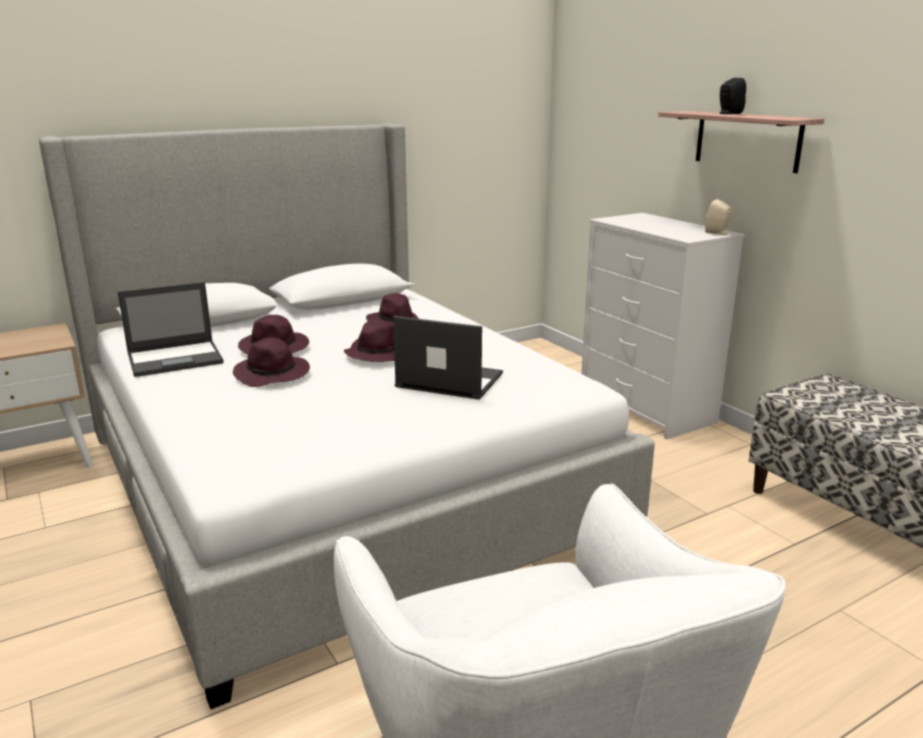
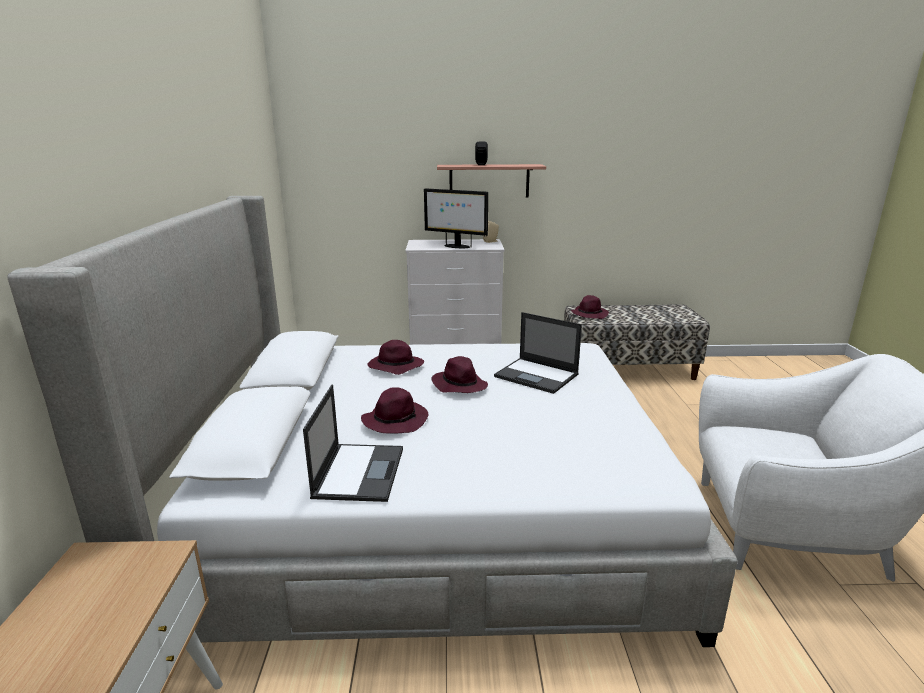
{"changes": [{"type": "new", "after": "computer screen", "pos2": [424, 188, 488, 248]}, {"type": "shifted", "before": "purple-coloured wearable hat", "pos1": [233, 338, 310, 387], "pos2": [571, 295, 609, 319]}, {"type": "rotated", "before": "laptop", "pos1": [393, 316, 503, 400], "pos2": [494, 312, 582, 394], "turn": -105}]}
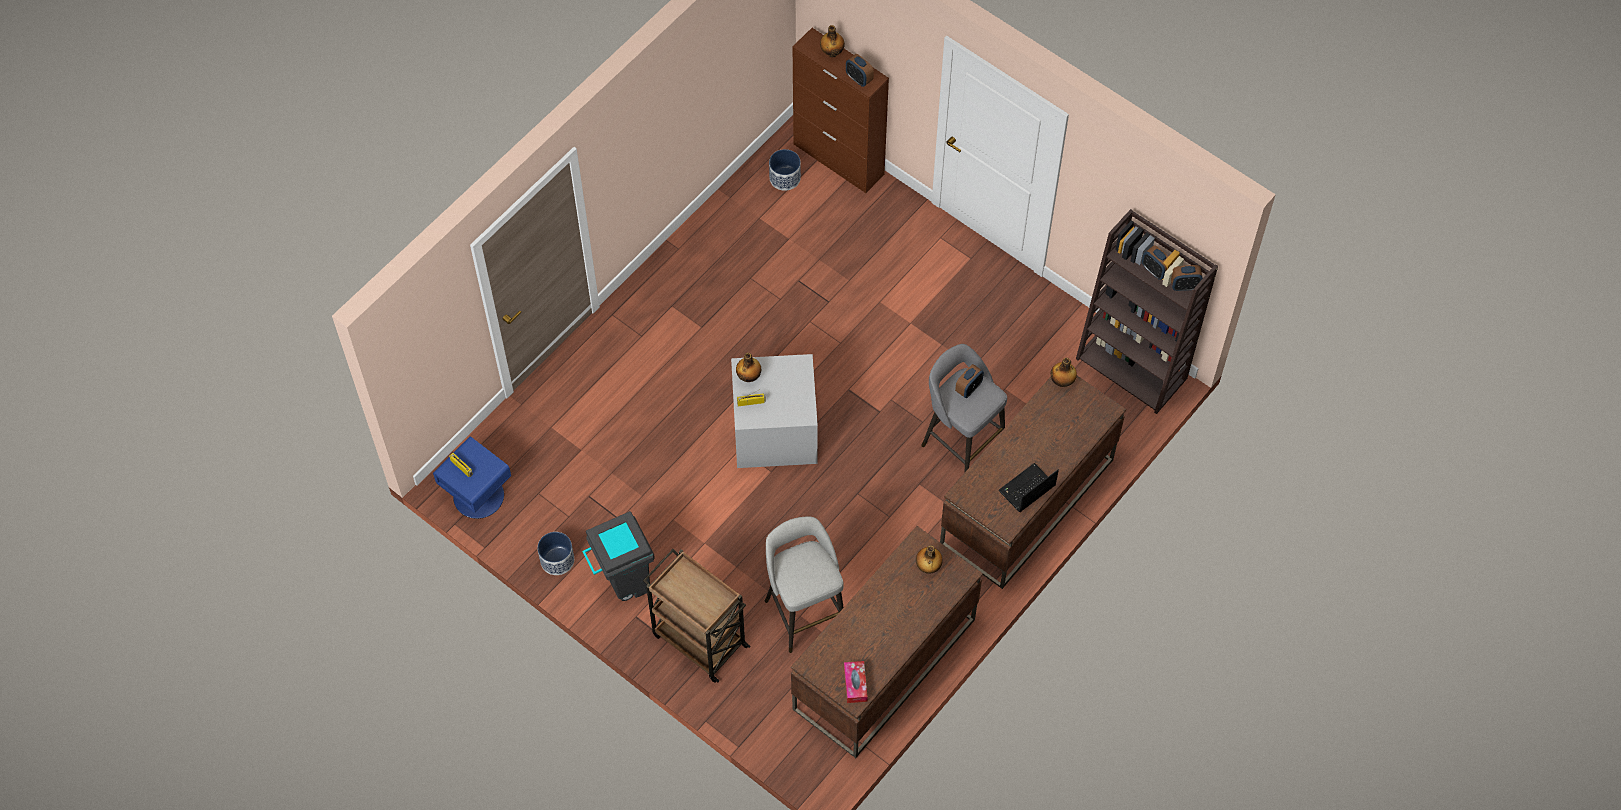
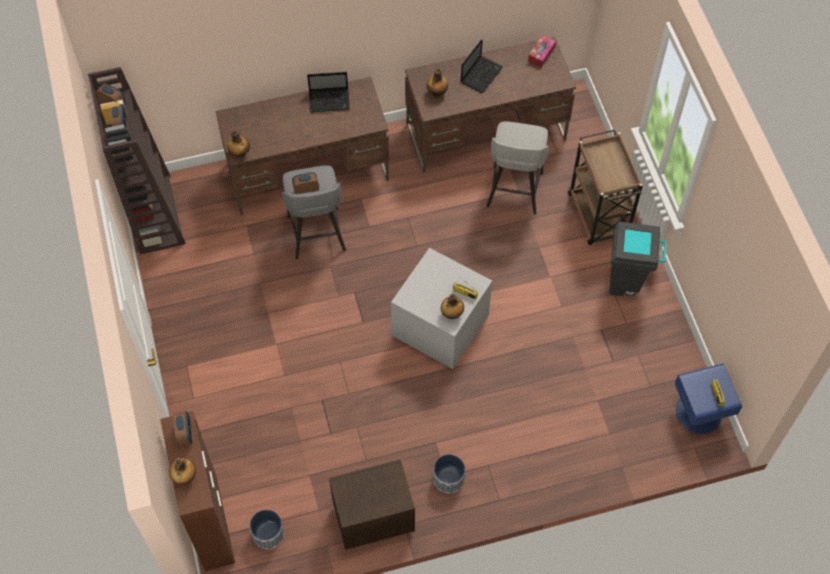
{"changes": [{"type": "new", "after": "brownish night table", "pos2": [329, 459, 415, 550]}, {"type": "new", "after": "laptop", "pos2": [461, 39, 503, 93]}, {"type": "shifted", "before": "planter", "pos1": [537, 532, 574, 575], "pos2": [433, 454, 465, 493]}]}
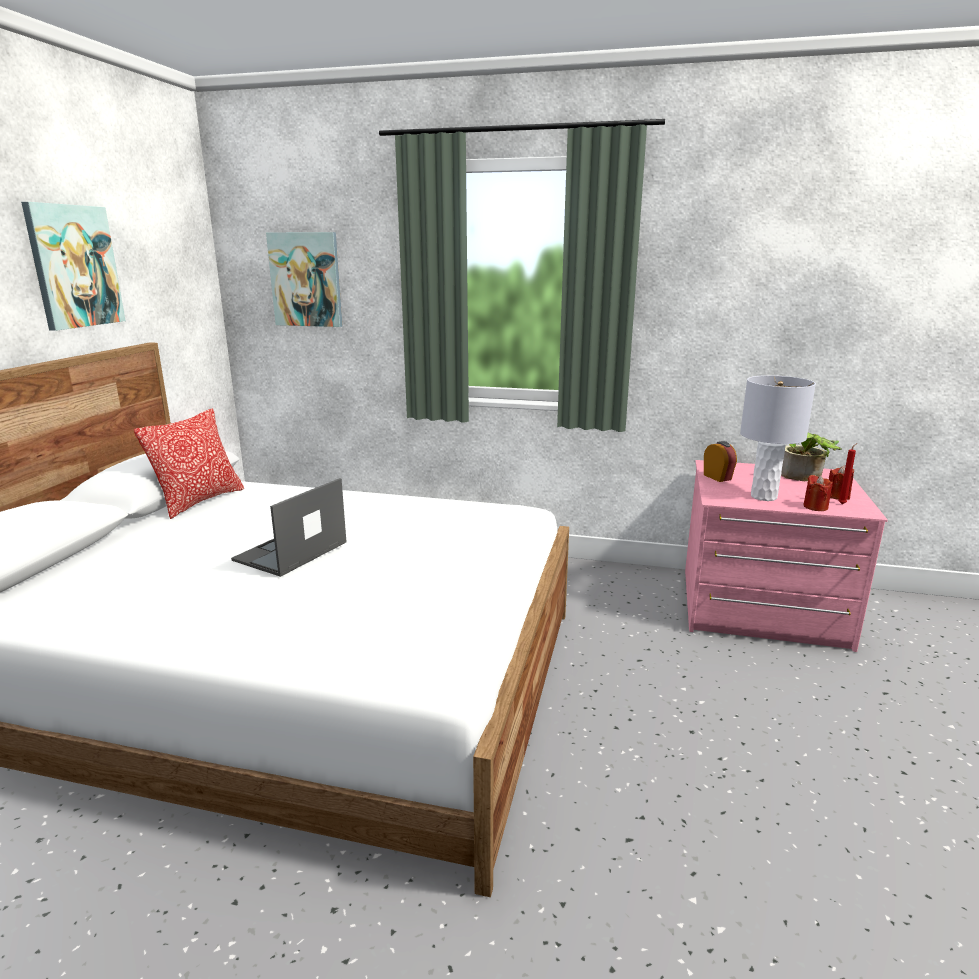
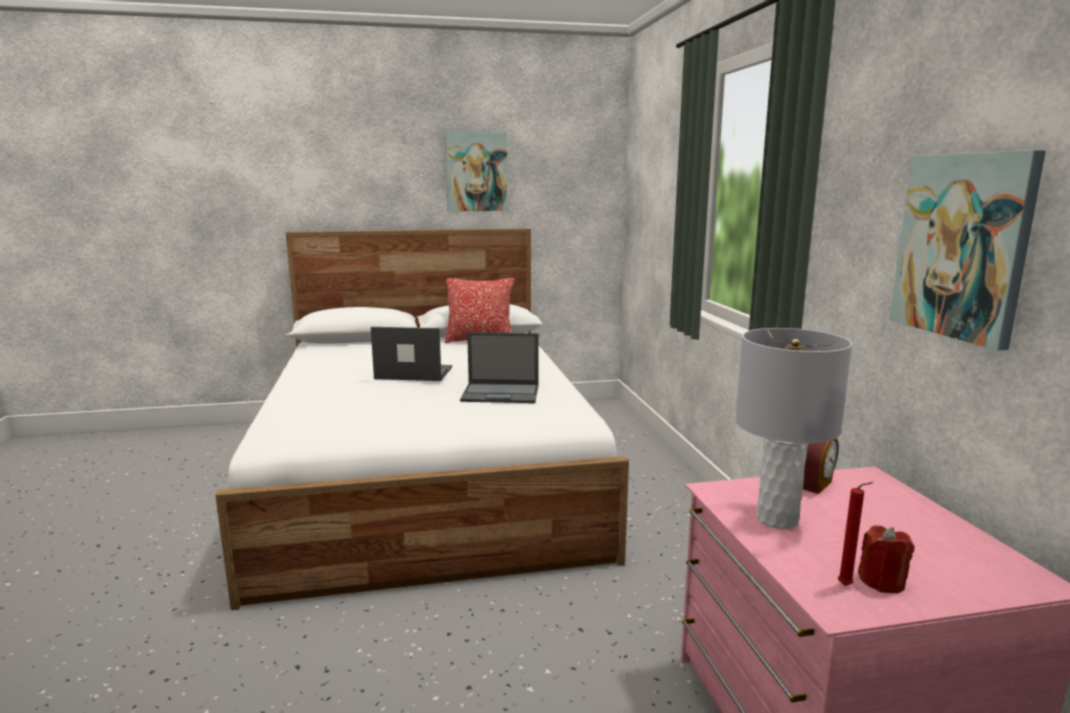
{"changes": [{"type": "gone", "before": "houseplant", "pos1": [781, 432, 842, 481]}, {"type": "gone", "before": "reddish candle", "pos1": [803, 475, 833, 511]}, {"type": "new", "after": "laptop", "pos2": [460, 332, 539, 403]}, {"type": "shifted", "before": "wall picture", "pos1": [266, 232, 342, 327], "pos2": [890, 150, 1046, 350]}]}
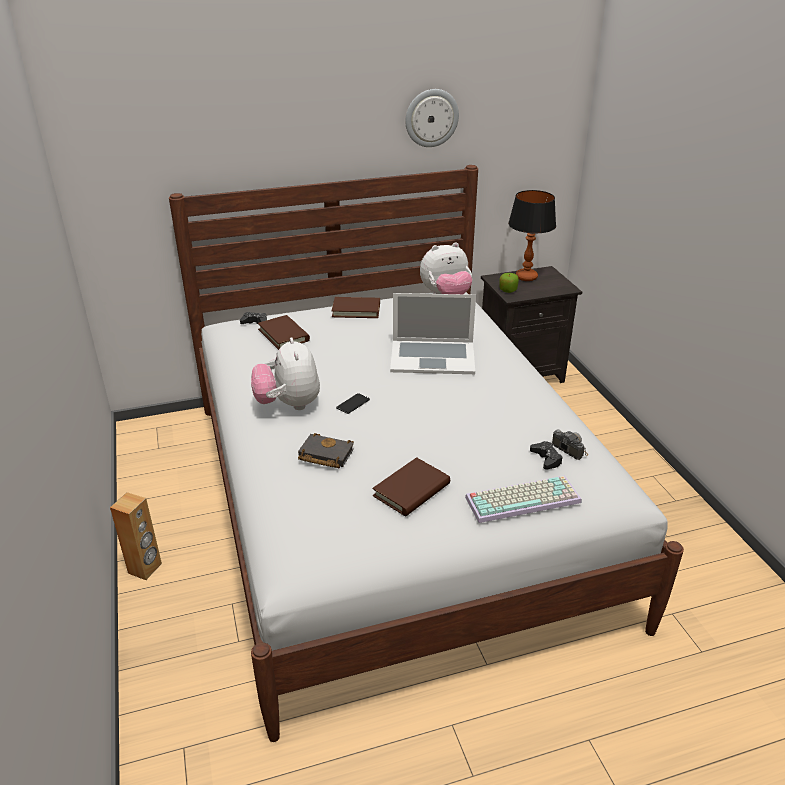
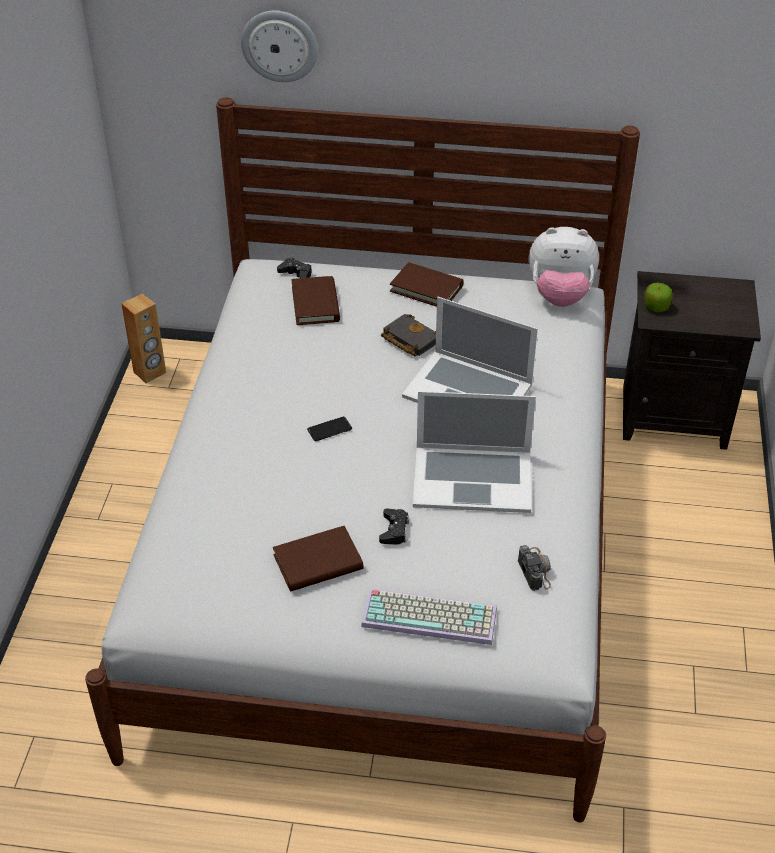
{"changes": [{"type": "gone", "before": "soft toy", "pos1": [251, 337, 320, 410]}, {"type": "gone", "before": "tabletop lamp", "pos1": [508, 190, 556, 281]}, {"type": "new", "after": "laptop", "pos2": [413, 391, 536, 513]}, {"type": "shifted", "before": "brownish loudspeaker", "pos1": [110, 492, 162, 580], "pos2": [121, 294, 166, 383]}, {"type": "shifted", "before": "black-coloured bound book", "pos1": [298, 433, 354, 468], "pos2": [381, 314, 436, 356]}, {"type": "shifted", "before": "wall clock", "pos1": [405, 89, 459, 147], "pos2": [241, 11, 318, 82]}, {"type": "shifted", "before": "black-coloured joypad", "pos1": [530, 441, 563, 470], "pos2": [379, 508, 409, 545]}]}
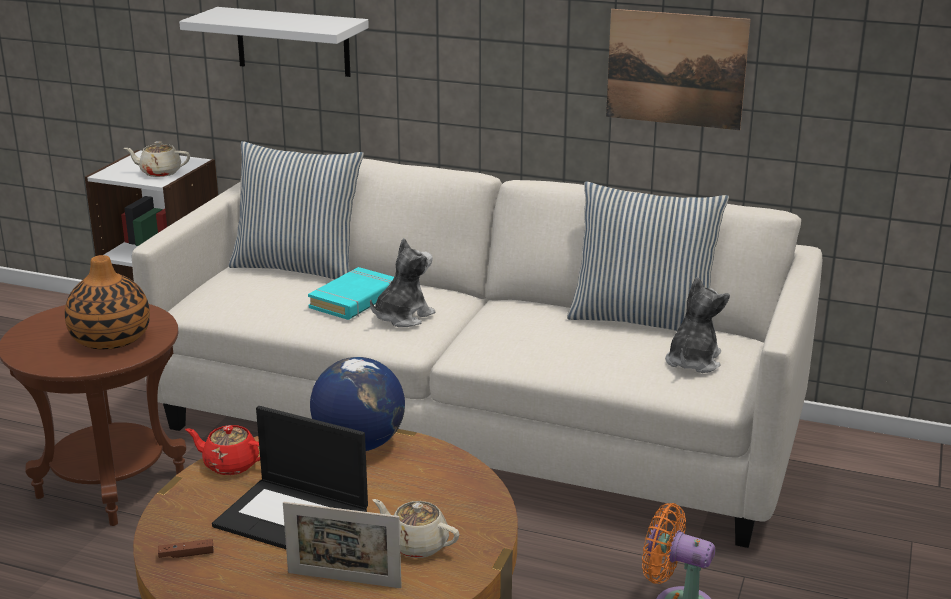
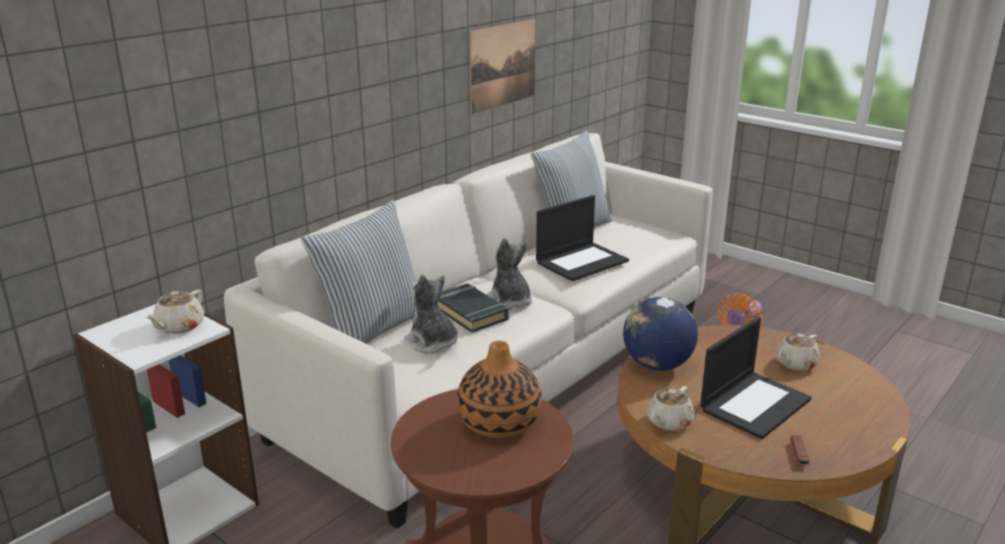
{"changes": [{"type": "gone", "before": "white-coloured wall shelf", "pos1": [179, 7, 369, 77]}, {"type": "gone", "before": "photo frame", "pos1": [283, 502, 402, 588]}, {"type": "new", "after": "laptop", "pos2": [536, 195, 629, 281]}, {"type": "shifted", "before": "soft toy", "pos1": [665, 277, 730, 373], "pos2": [404, 274, 458, 354]}, {"type": "repainted", "before": "reddish tea pot", "after": "beige tea pot", "pos1": [185, 425, 260, 475], "pos2": [647, 386, 695, 431]}, {"type": "repainted", "before": "turquoise bound book", "after": "black-coloured bound book", "pos1": [308, 267, 394, 320], "pos2": [437, 284, 509, 333]}]}
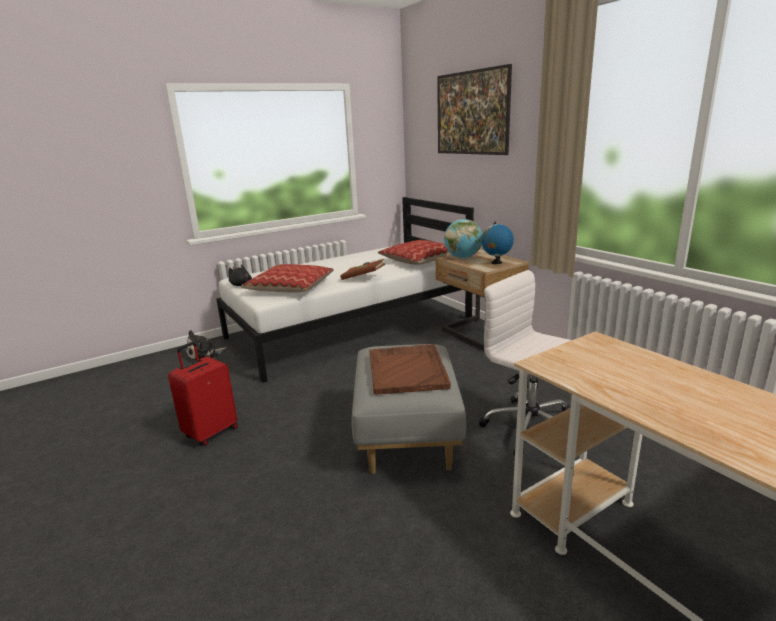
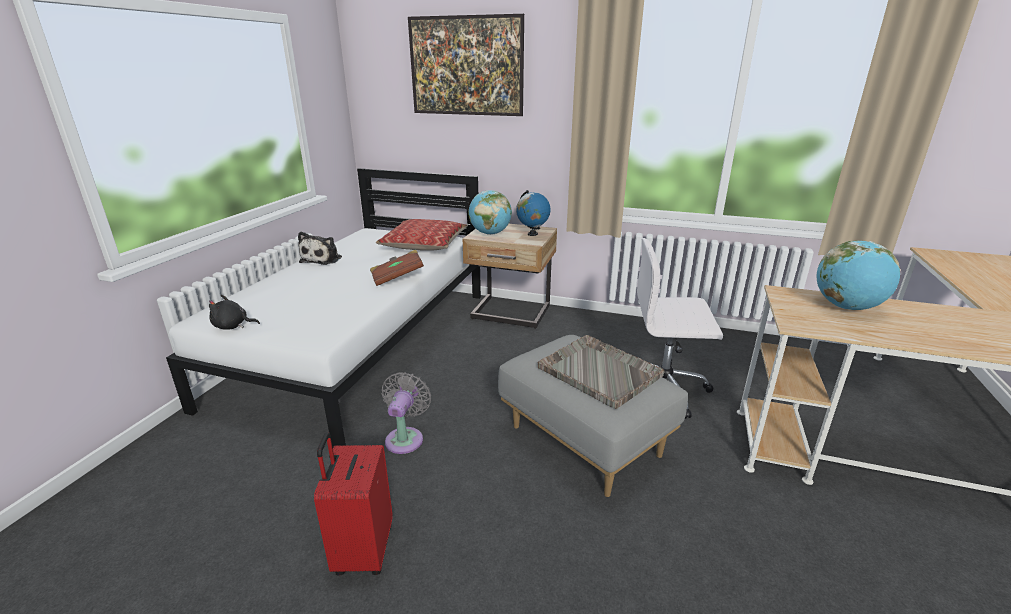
{"changes": [{"type": "gone", "before": "throw pillow", "pos1": [241, 264, 334, 293]}, {"type": "new", "after": "gray electric fan", "pos2": [382, 372, 431, 454]}, {"type": "new", "after": "globe", "pos2": [817, 241, 900, 310]}, {"type": "shifted", "before": "soft toy", "pos1": [186, 330, 227, 362], "pos2": [298, 232, 342, 265]}, {"type": "repainted", "before": "brownish tray", "after": "gray tray", "pos1": [369, 344, 451, 395], "pos2": [538, 335, 665, 409]}]}
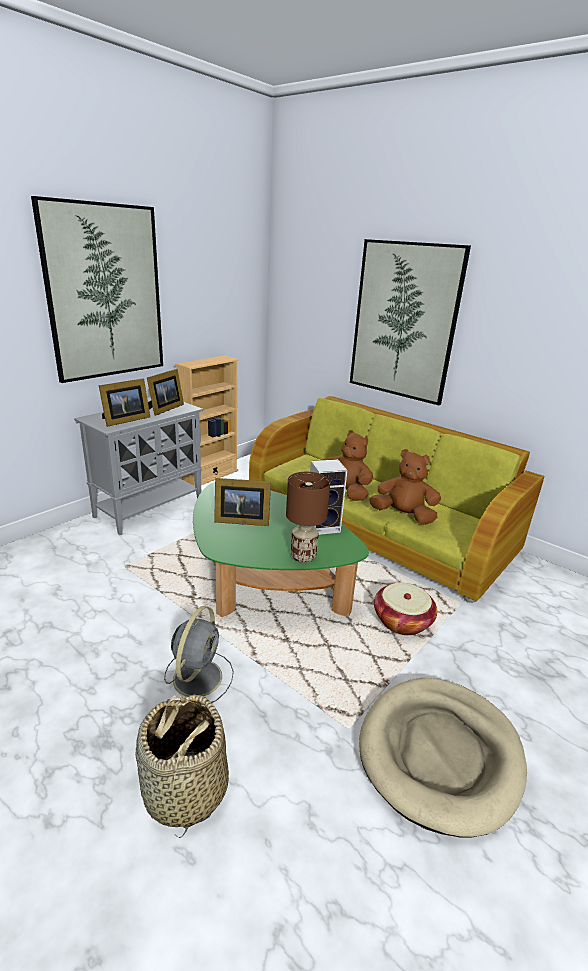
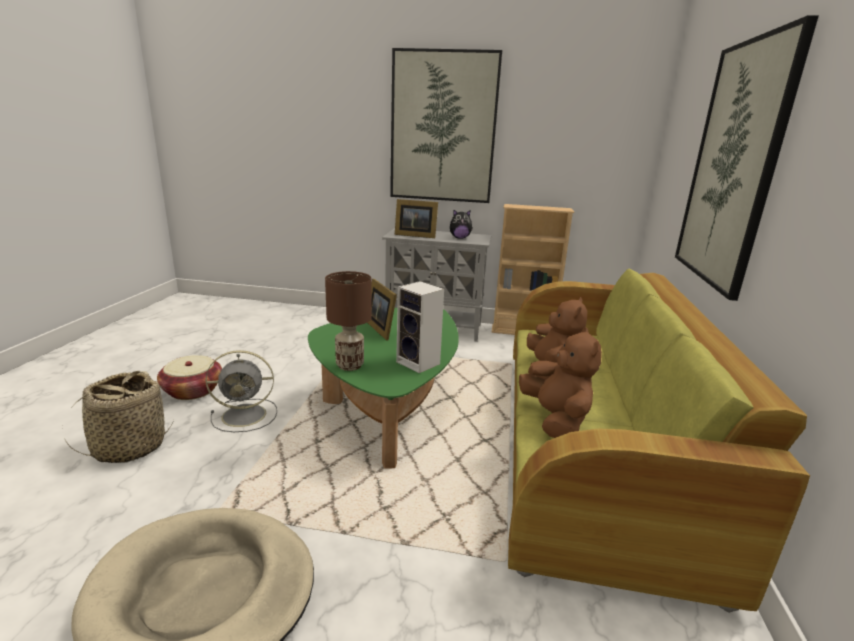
{"changes": [{"type": "shifted", "before": "basket", "pos1": [374, 583, 437, 635], "pos2": [157, 355, 222, 400]}, {"type": "swapped", "before": "photo frame", "after": "soft toy", "pos1": [147, 369, 184, 416], "pos2": [450, 210, 473, 239]}]}
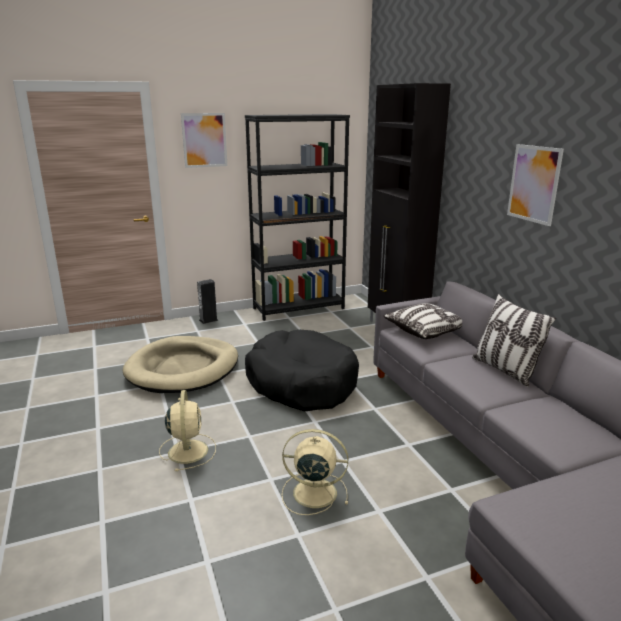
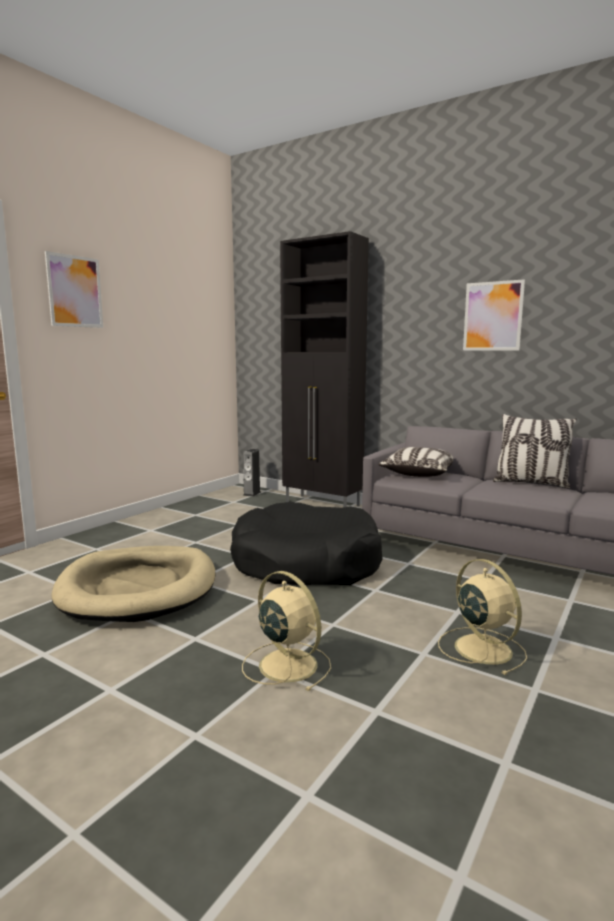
{"changes": [{"type": "gone", "before": "black-coloured bookcase", "pos1": [245, 114, 350, 321]}, {"type": "shifted", "before": "loudspeaker", "pos1": [197, 279, 218, 324], "pos2": [243, 449, 261, 497]}, {"type": "rotated", "before": "beige electric fan", "pos1": [282, 429, 348, 515], "pos2": [438, 559, 527, 675], "turn": 90}]}
